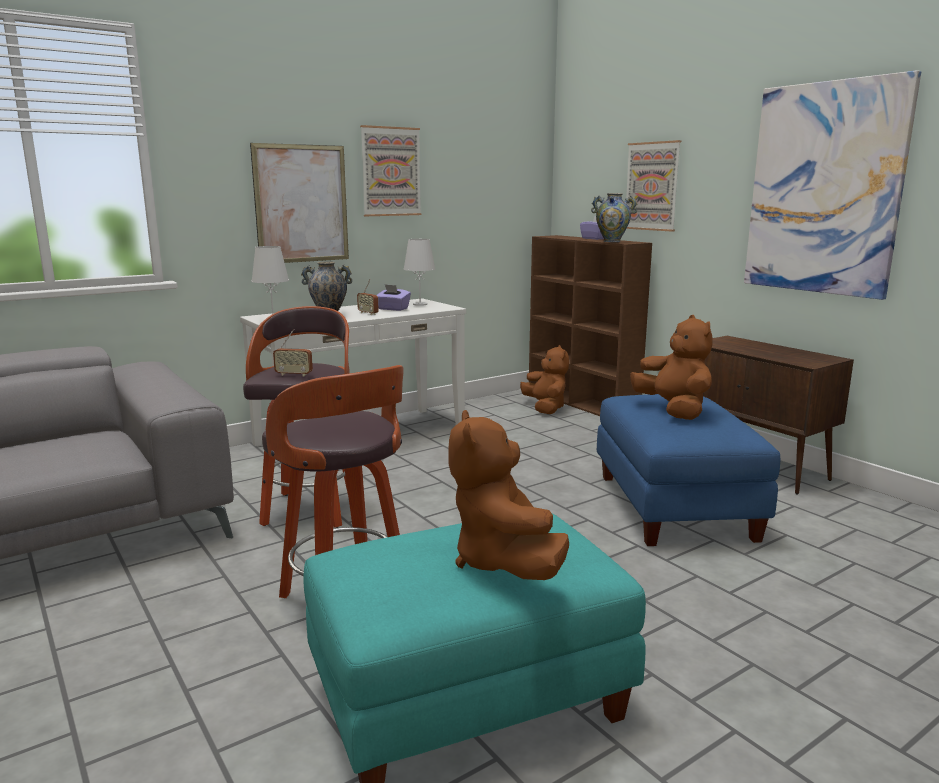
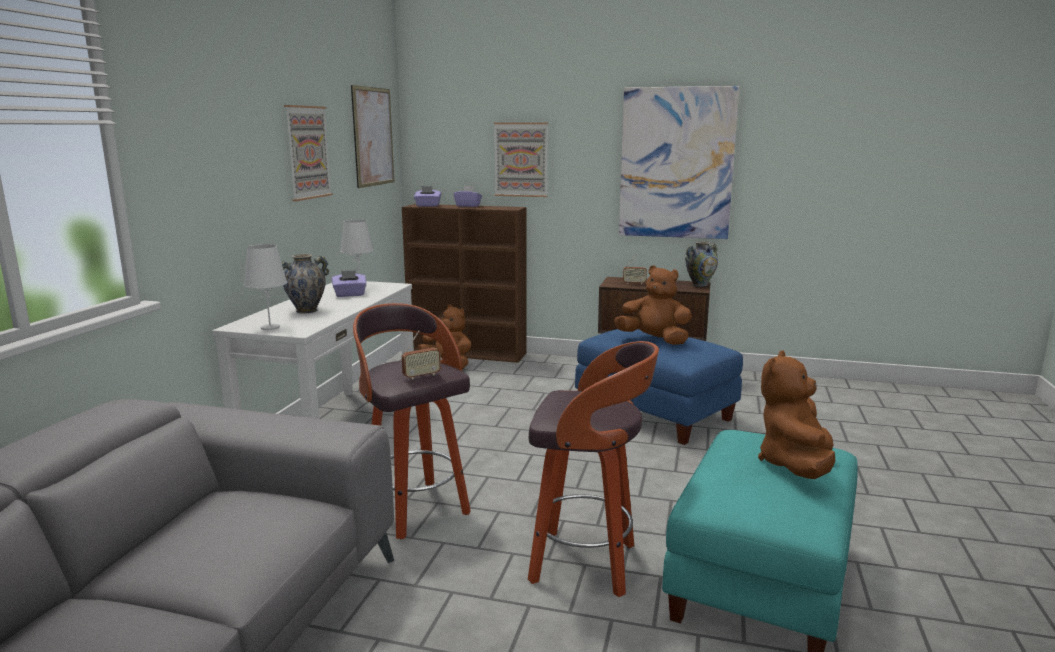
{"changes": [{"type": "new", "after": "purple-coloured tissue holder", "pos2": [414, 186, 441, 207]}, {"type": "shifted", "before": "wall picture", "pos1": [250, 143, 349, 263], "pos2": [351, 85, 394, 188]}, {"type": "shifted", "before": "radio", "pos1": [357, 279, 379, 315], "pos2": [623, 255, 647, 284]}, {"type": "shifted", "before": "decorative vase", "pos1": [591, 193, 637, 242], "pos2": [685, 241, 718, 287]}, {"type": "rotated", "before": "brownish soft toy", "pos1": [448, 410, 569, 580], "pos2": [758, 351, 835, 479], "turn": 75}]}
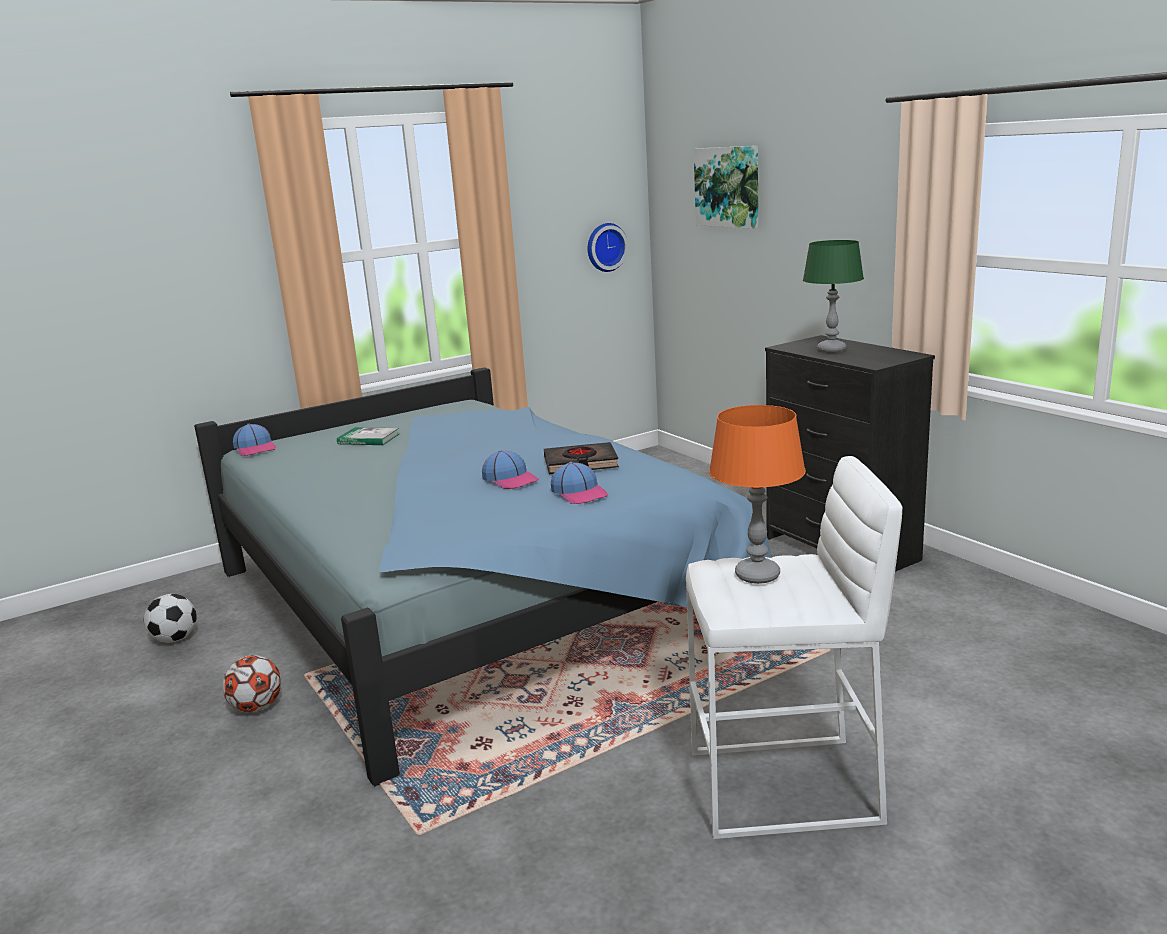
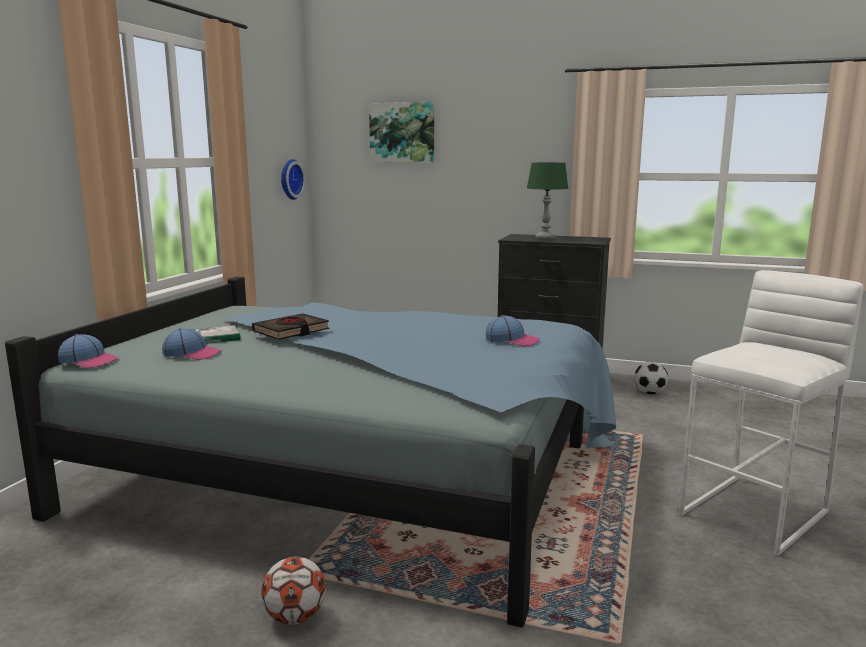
{"changes": [{"type": "gone", "before": "orangey tabletop lamp", "pos1": [709, 405, 806, 584]}, {"type": "shifted", "before": "ball for football", "pos1": [144, 594, 196, 643], "pos2": [634, 362, 669, 394]}, {"type": "shifted", "before": "cap", "pos1": [482, 450, 538, 489], "pos2": [162, 328, 222, 360]}, {"type": "shifted", "before": "black-coloured bound book", "pos1": [544, 442, 619, 474], "pos2": [252, 313, 329, 340]}]}
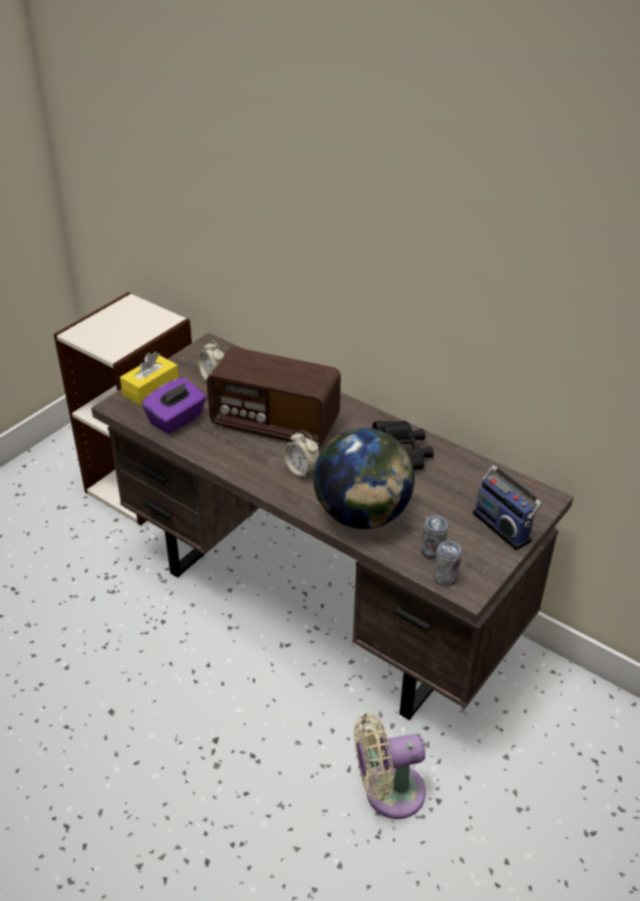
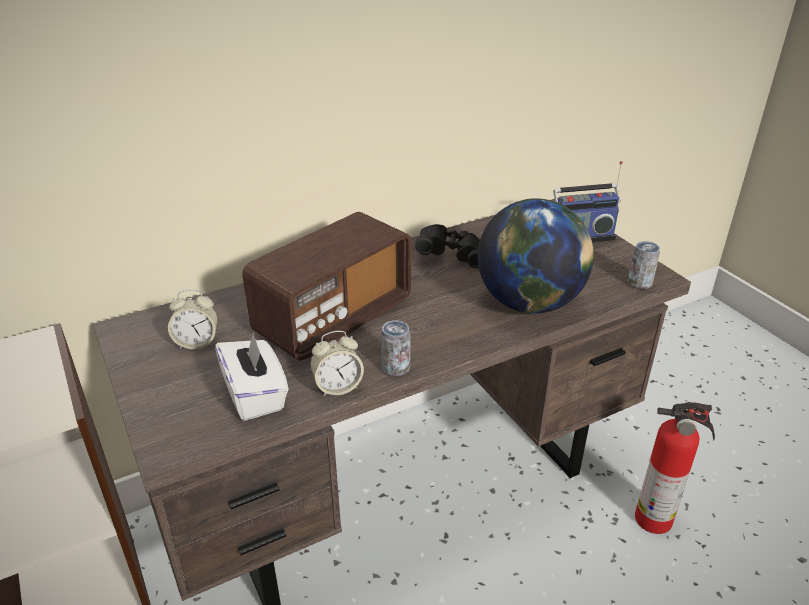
{"changes": [{"type": "gone", "before": "yellow tissue holder", "pos1": [120, 351, 179, 406]}, {"type": "shifted", "before": "bedside clock", "pos1": [283, 430, 320, 479], "pos2": [310, 331, 364, 397]}, {"type": "shifted", "before": "metal can", "pos1": [421, 516, 448, 560], "pos2": [381, 320, 410, 376]}, {"type": "swapped", "before": "beige electric fan", "after": "fire extinguisher", "pos1": [354, 713, 426, 819], "pos2": [635, 402, 715, 534]}, {"type": "repainted", "before": "purple-coloured tissue holder", "after": "white-coloured tissue holder", "pos1": [142, 377, 206, 434], "pos2": [215, 332, 289, 421]}]}
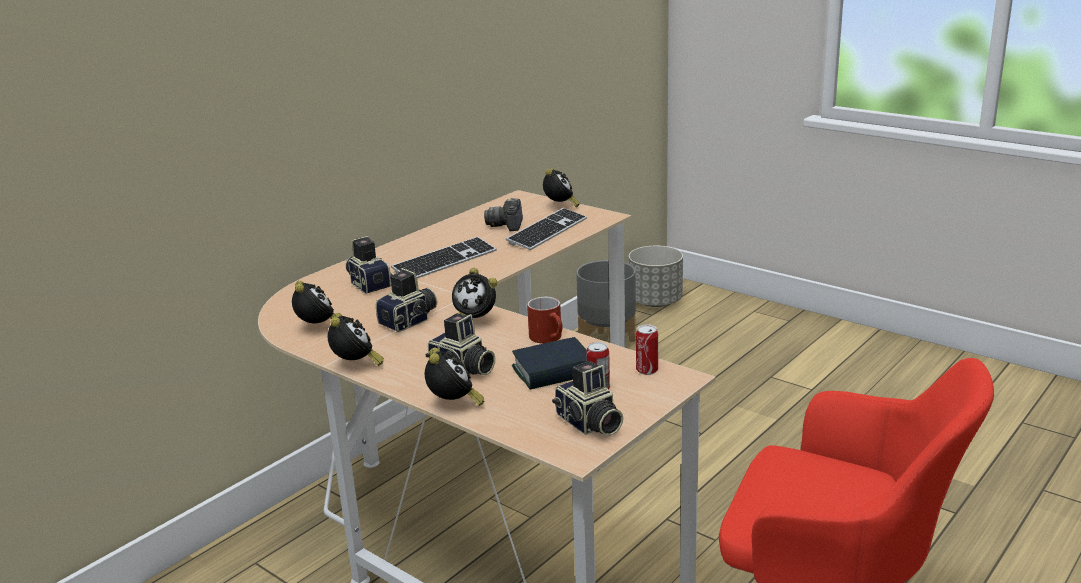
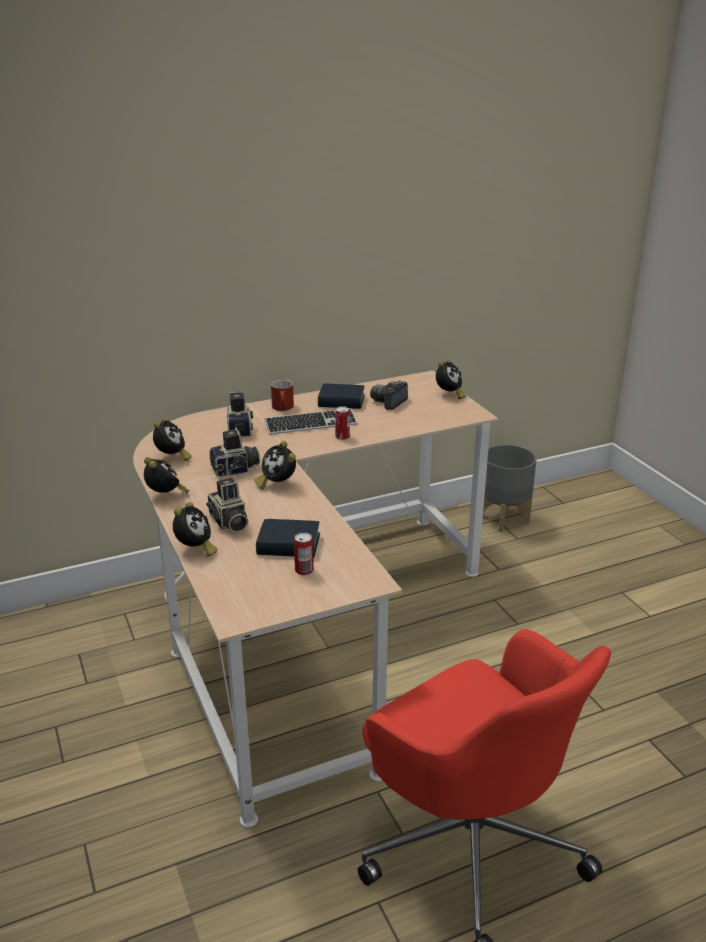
{"changes": [{"type": "gone", "before": "PC keyboard", "pos1": [506, 208, 587, 250]}, {"type": "gone", "before": "photo camera", "pos1": [552, 361, 623, 436]}, {"type": "gone", "before": "gray planter", "pos1": [629, 246, 683, 307]}, {"type": "new", "after": "bound book", "pos2": [318, 384, 365, 409]}, {"type": "shifted", "before": "reddish tea mug", "pos1": [527, 297, 562, 344], "pos2": [271, 380, 294, 411]}, {"type": "shifted", "before": "metal can", "pos1": [636, 324, 658, 375], "pos2": [335, 406, 350, 440]}, {"type": "rotated", "before": "bedside clock", "pos1": [328, 313, 384, 366], "pos2": [144, 457, 189, 494], "turn": -45}]}
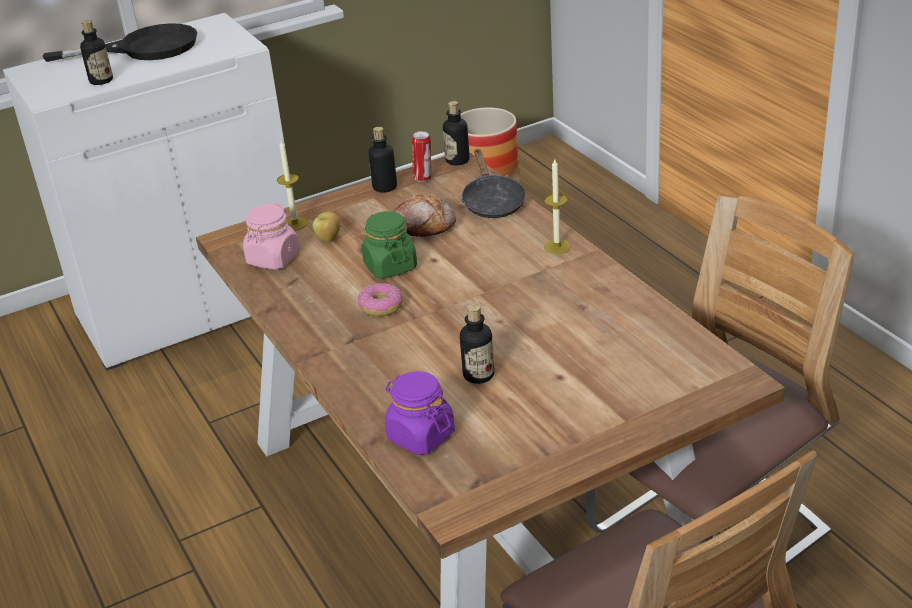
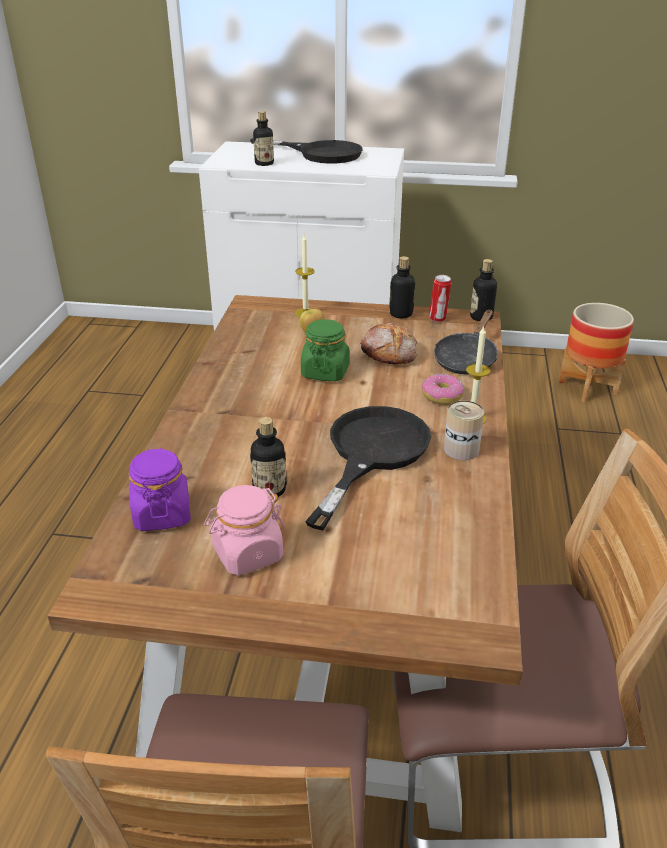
{"changes": [{"type": "new", "after": "black-coloured skillet", "pos2": [305, 406, 431, 531]}, {"type": "new", "after": "metal can", "pos2": [444, 401, 484, 460]}, {"type": "shifted", "before": "pink-coloured jar", "pos1": [243, 203, 300, 270], "pos2": [204, 485, 284, 575]}, {"type": "shifted", "before": "doughnut", "pos1": [358, 283, 403, 316], "pos2": [422, 374, 464, 405]}]}
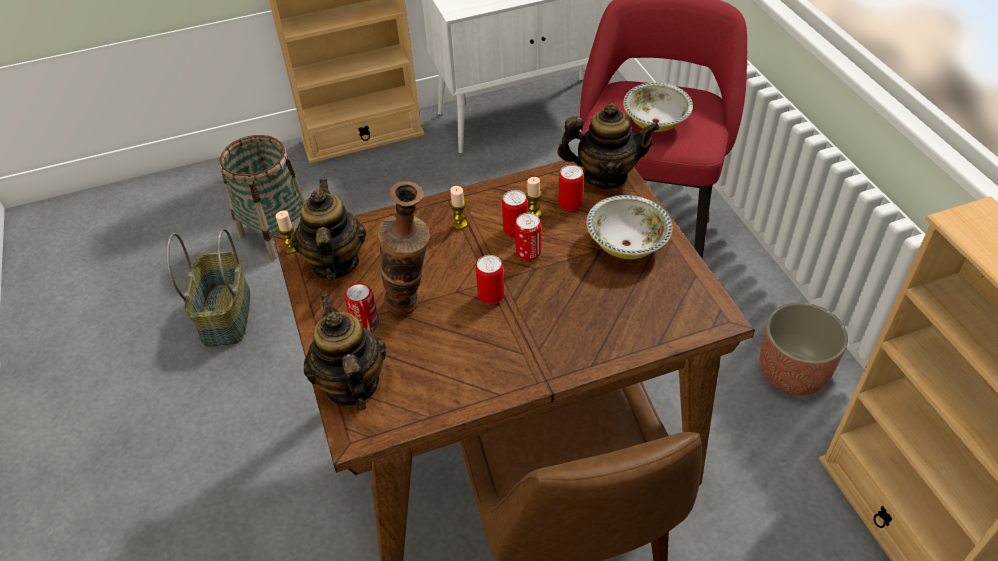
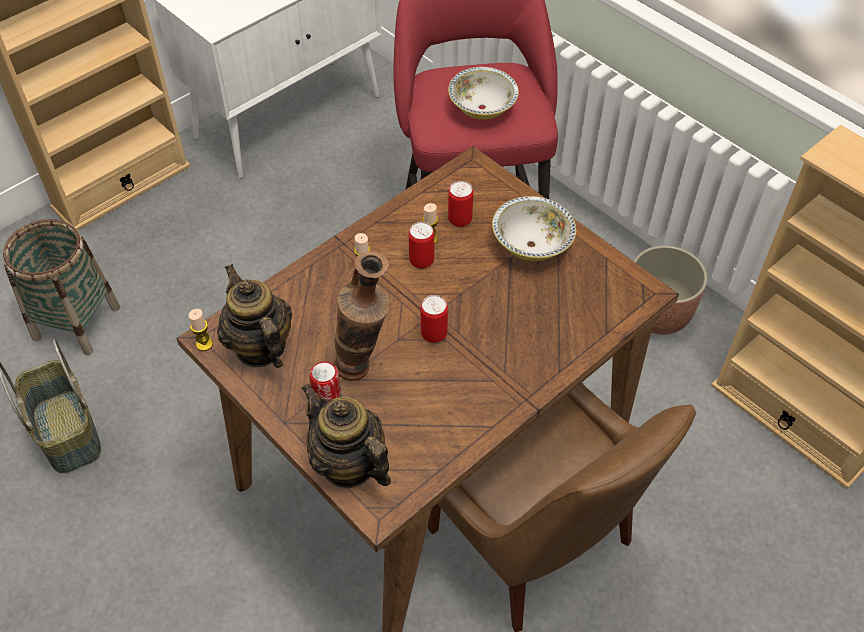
{"changes": [{"type": "gone", "before": "metal can", "pos1": [515, 213, 541, 261]}, {"type": "gone", "before": "tea pot", "pos1": [557, 103, 660, 189]}]}
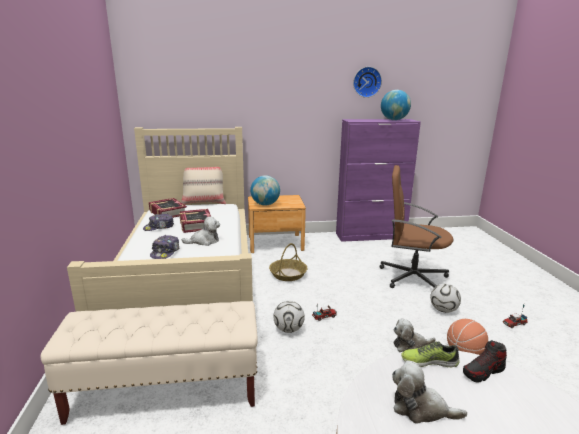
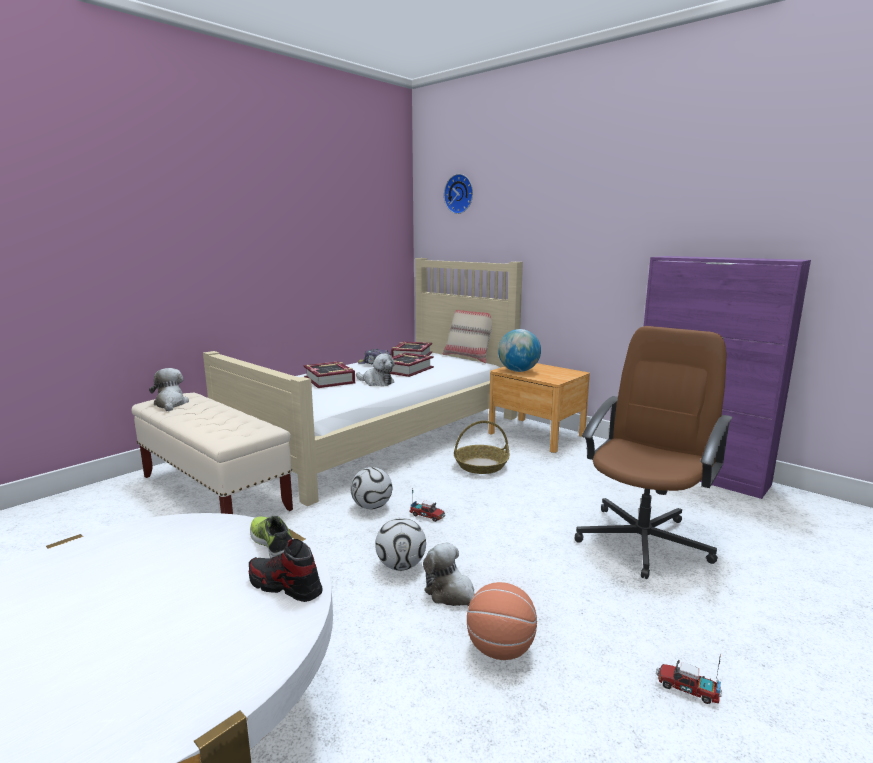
{"changes": [{"type": "gone", "before": "globe", "pos1": [381, 90, 411, 120]}, {"type": "shifted", "before": "wall clock", "pos1": [353, 67, 382, 98], "pos2": [444, 174, 473, 214]}, {"type": "shifted", "before": "soft toy", "pos1": [392, 361, 467, 424], "pos2": [149, 368, 189, 411]}, {"type": "shifted", "before": "ball for football", "pos1": [430, 284, 461, 313], "pos2": [375, 518, 426, 571]}, {"type": "swapped", "before": "cap", "after": "bound book", "pos1": [150, 235, 179, 259], "pos2": [303, 361, 355, 388]}, {"type": "rotated", "before": "brownish desk chair", "pos1": [379, 165, 453, 288], "pos2": [575, 326, 733, 579], "turn": 60}]}
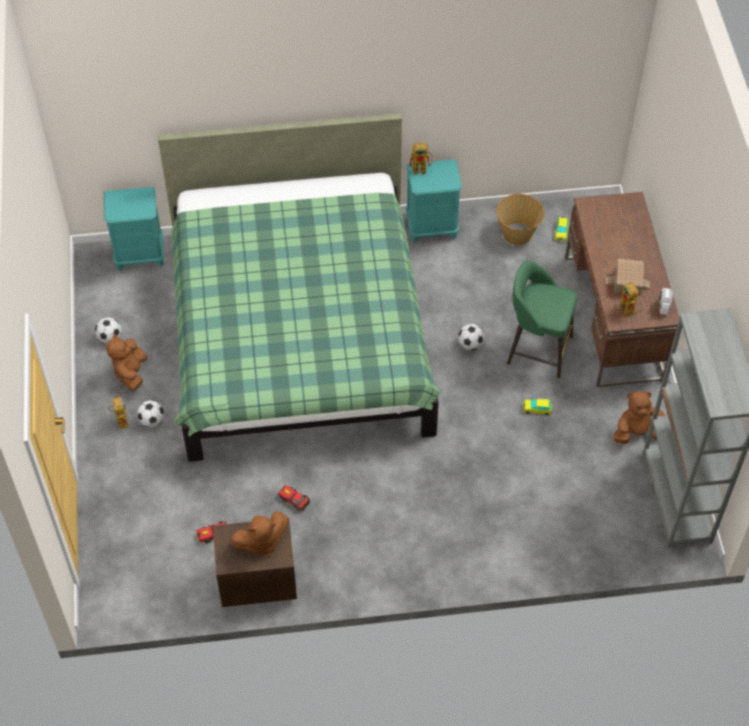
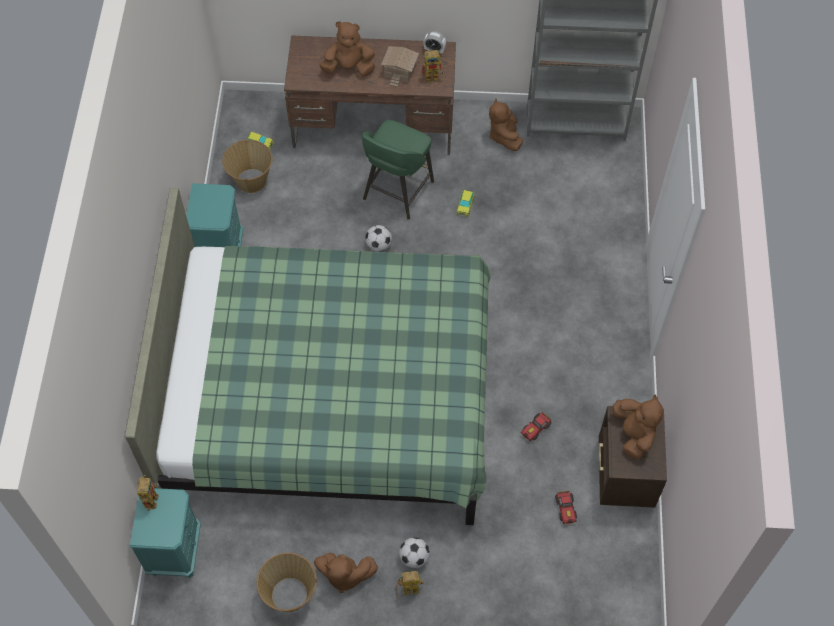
{"changes": [{"type": "new", "after": "brownish soft toy", "pos2": [319, 21, 375, 77]}, {"type": "shifted", "before": "toy robot", "pos1": [409, 143, 432, 174], "pos2": [137, 475, 159, 511]}, {"type": "swapped", "before": "ball for football", "after": "basket", "pos1": [95, 317, 122, 344], "pos2": [257, 553, 317, 612]}]}
